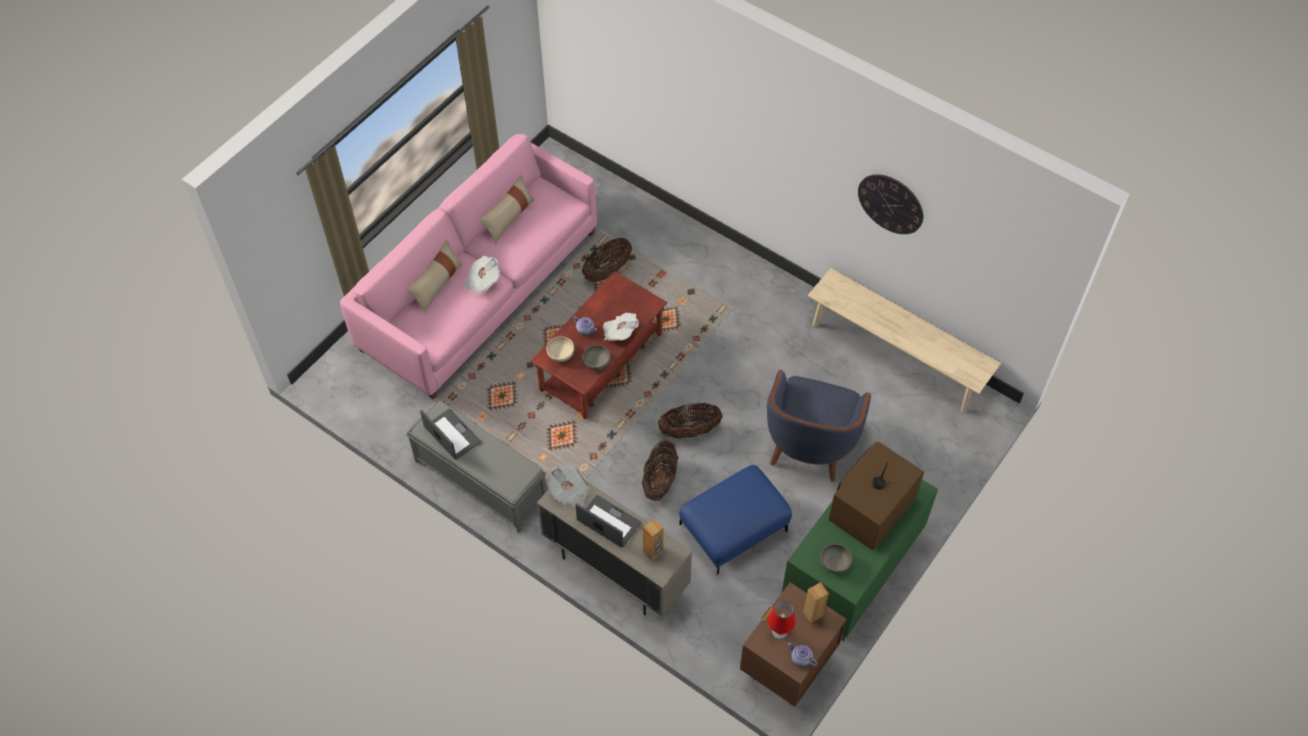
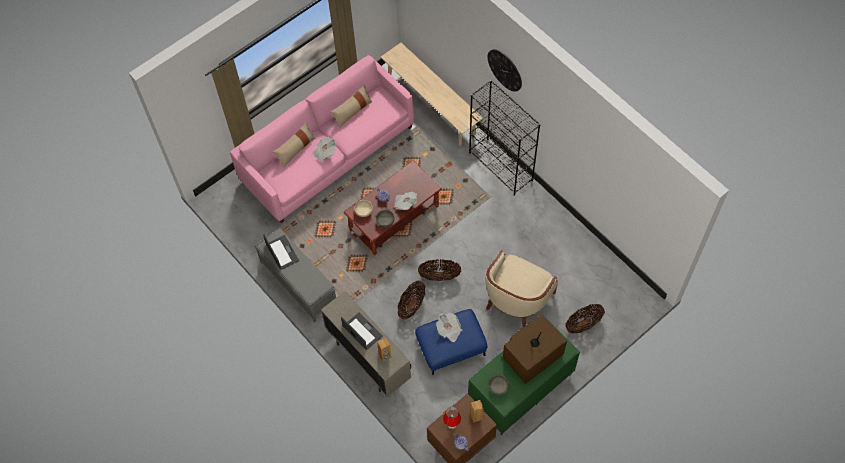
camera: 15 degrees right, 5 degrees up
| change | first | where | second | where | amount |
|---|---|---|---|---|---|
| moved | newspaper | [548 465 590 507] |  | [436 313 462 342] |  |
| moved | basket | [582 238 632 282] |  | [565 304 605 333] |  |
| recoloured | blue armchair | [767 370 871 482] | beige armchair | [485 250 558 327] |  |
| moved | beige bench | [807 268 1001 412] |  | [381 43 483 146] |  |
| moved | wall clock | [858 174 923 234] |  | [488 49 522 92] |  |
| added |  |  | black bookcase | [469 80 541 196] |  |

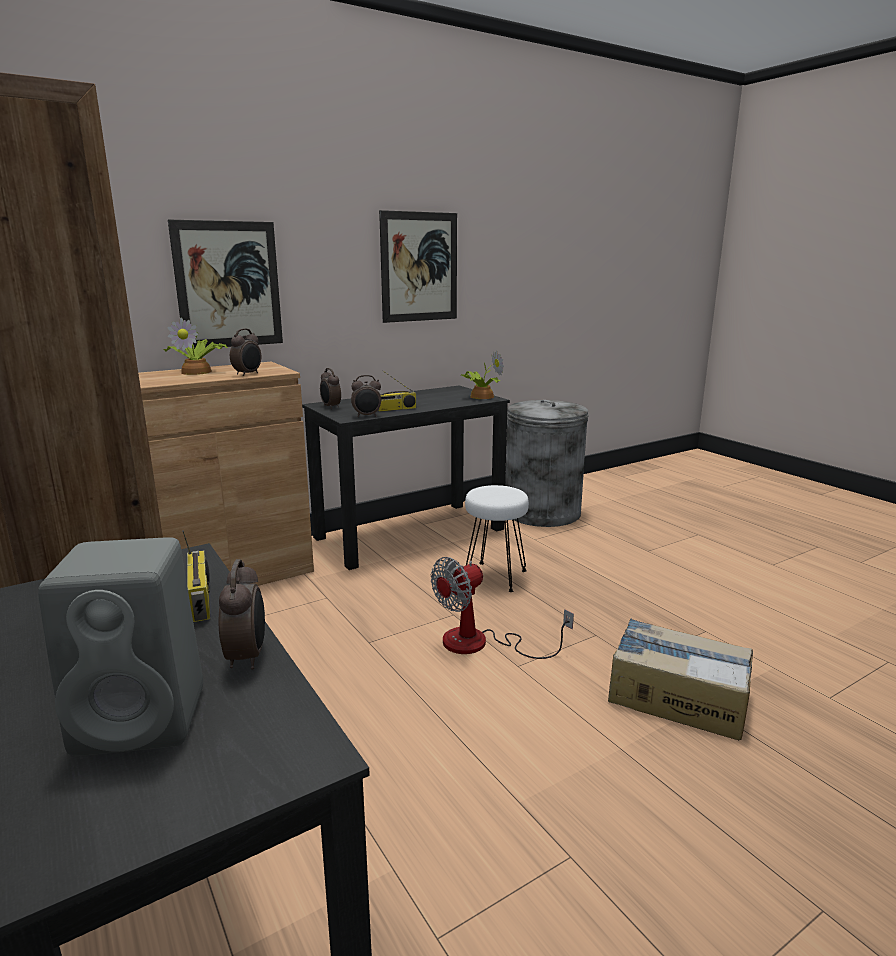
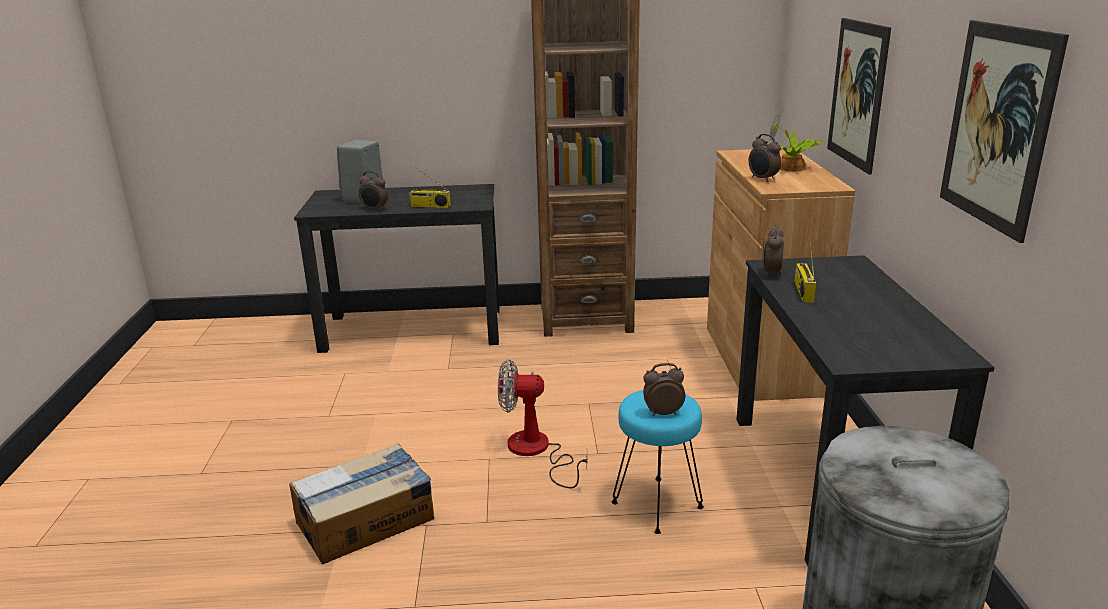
camera: 120 degrees right, 5 degrees up
| change | first | where | second | where | amount |
|---|---|---|---|---|---|
| moved | alarm clock | [320 368 341 409] |  | [643 363 685 416] |  |
| turned | fan | [431 557 574 659] |  | [498 360 587 488] | 75 degrees counterclockwise |
| removed | potted plant | [461 350 504 399] |  |  |  |
| recoloured | white stool | [465 485 529 592] | turquoise stool | [612 390 704 534] |  |

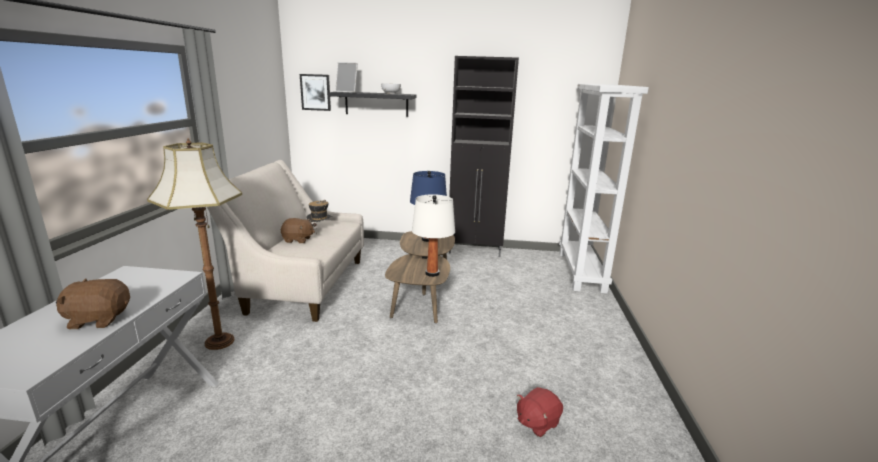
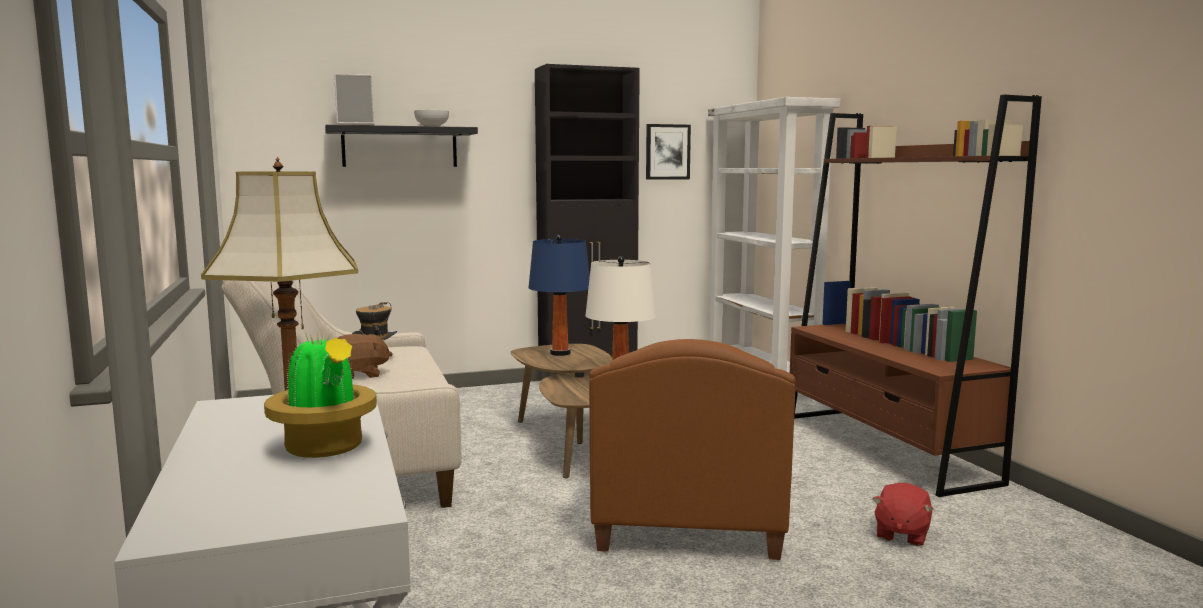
camera: 25 degrees left, 10 degrees down
| change | first | where | second | where | amount |
|---|---|---|---|---|---|
| replaced | brown plush toy | [56 279 130 329] | potted plant | [264 327 377 458] |  |
| moved | picture | [300 74 331 111] |  | [646 124 691 180] |  |
| added |  |  | brown armchair | [589 339 796 560] |  |
| added |  |  | brown bookcase | [790 94 1042 497] |  |

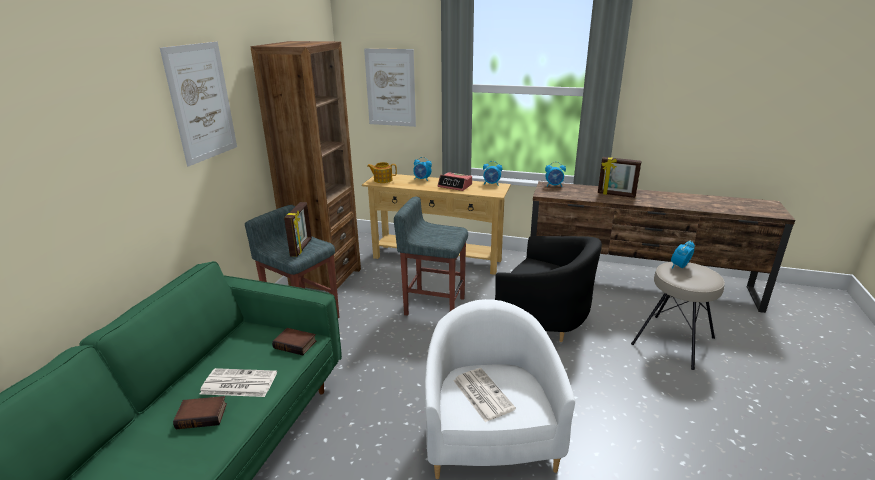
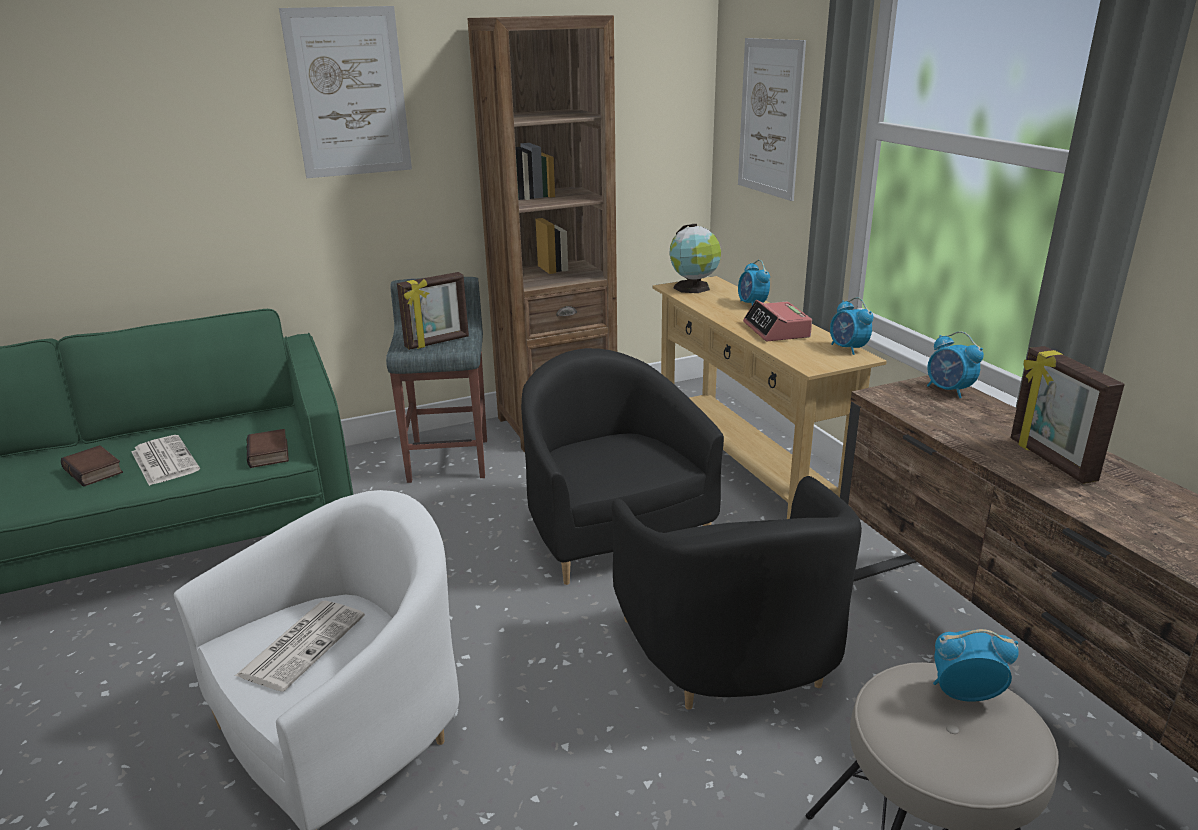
camera: 50 degrees right, 0 degrees up
| change | first | where | second | where | amount |
|---|---|---|---|---|---|
| replaced | teapot | [367 162 397 183] | globe | [669 224 721 293] |  |
| replaced | grey stool | [394 197 468 316] | black armchair | [521 348 724 585] |  |

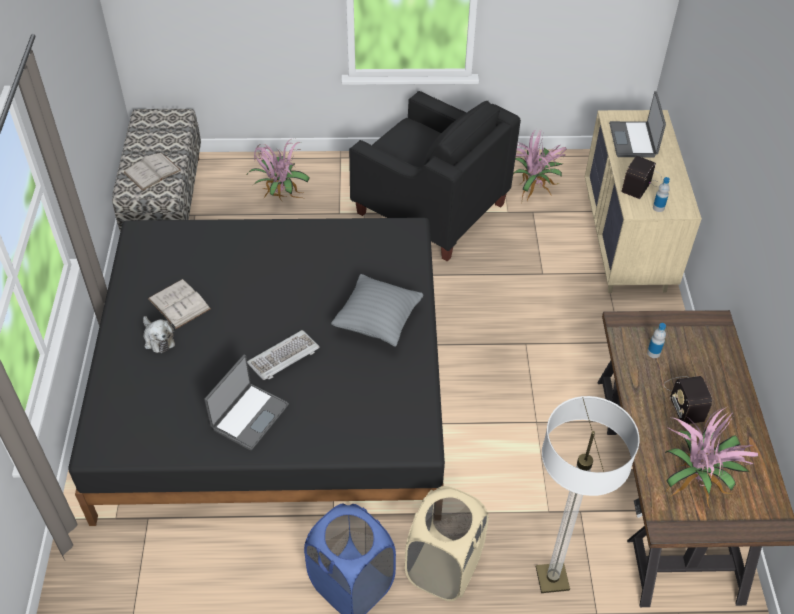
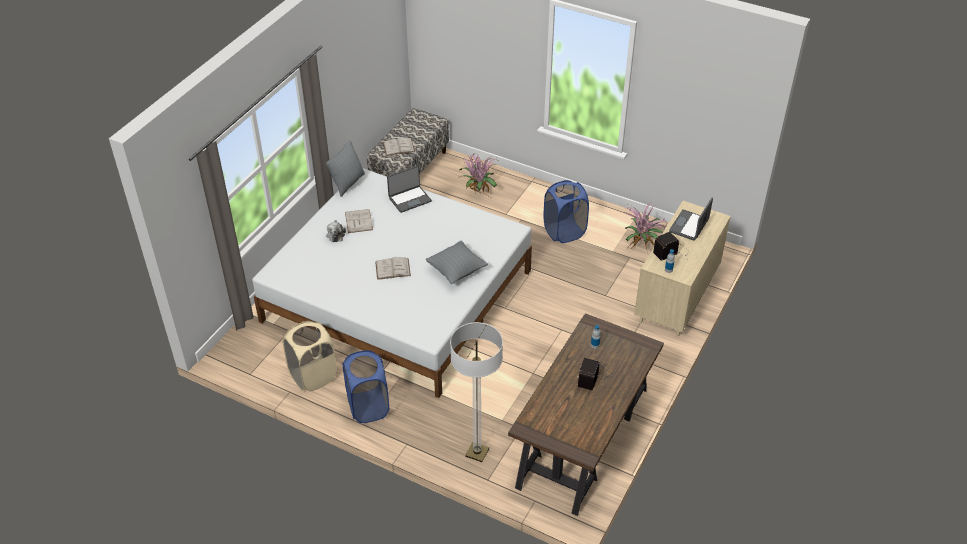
camera: 30 degrees right, 5 degrees down
| change | first | where | second | where | amount |
|---|---|---|---|---|---|
| recoloured | black bed | [68 218 445 526] | white bed | [252 168 532 398] |  |
| moved | laptop | [204 355 289 450] |  | [387 166 432 213] |  |
| replaced | keyboard | [247 330 320 380] | white book | [375 257 411 280] |  |
| replaced | black armchair | [349 91 521 262] | blue laundry basket | [543 180 589 243] |  |
| moved | beige laundry basket | [405 486 489 601] |  | [283 321 337 391] |  |
| removed | potted plant | [665 407 758 510] |  |  |  |
| added |  |  | grey pillow | [326 140 365 197] |  |

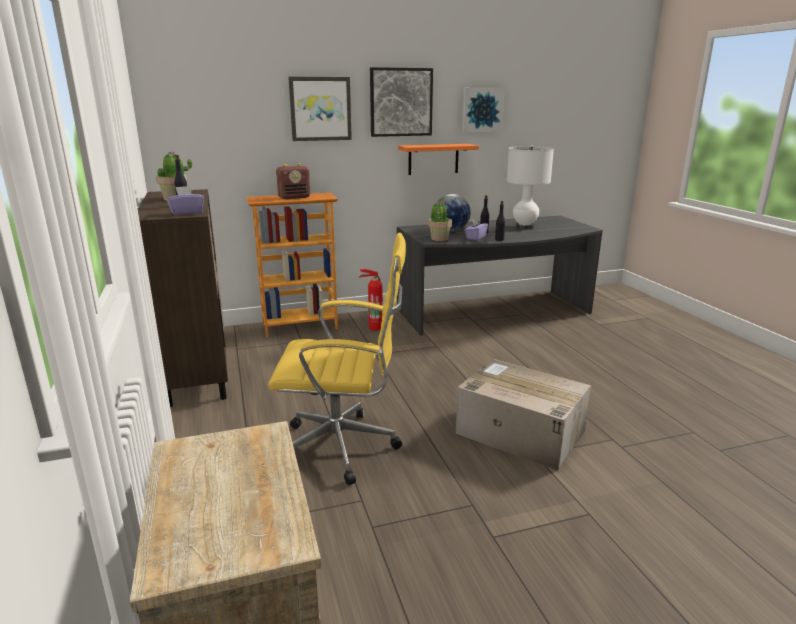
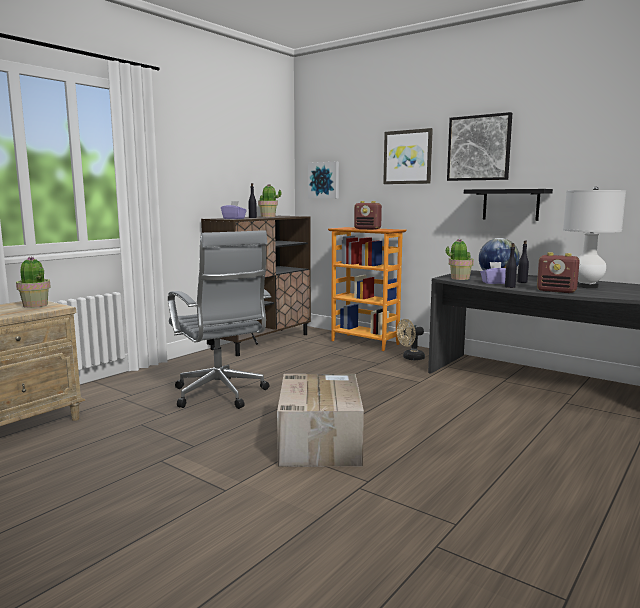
camera: 55 degrees right, 10 degrees down
| change | first | where | second | where | amount |
|---|---|---|---|---|---|
| recoloured | yellow office chair | [268 233 406 485] | grey office chair | [168 230 271 409] |  |
| replaced | fire extinguisher | [359 269 383 331] | beige fan | [397 319 425 360] |  |
| recoloured | orange shelf | [398 144 479 175] | black shelf | [464 189 553 221] |  |
| moved | picture | [462 87 505 133] |  | [308 162 339 199] |  |
| added |  |  | potted plant | [16 256 51 308] |  |
| added |  |  | radio | [537 252 580 293] |  |

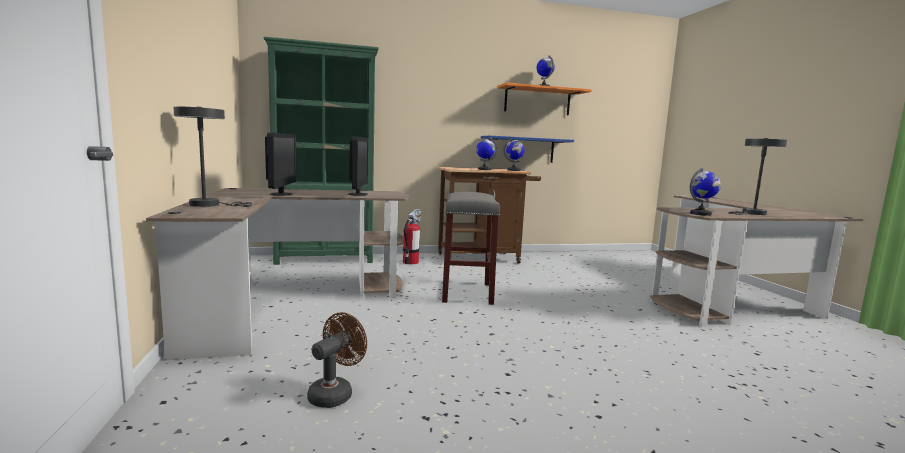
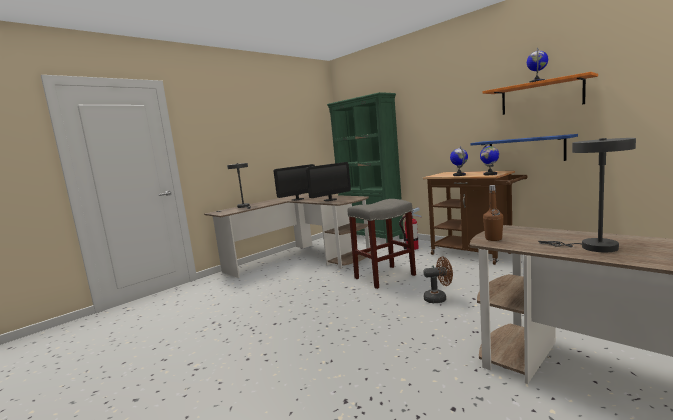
camera: 60 degrees right, 0 degrees up
| change | first | where | second | where | amount |
|---|---|---|---|---|---|
| moved | brown fan | [307 312 367 408] |  | [423 257 453 303] |  |
| replaced | globe | [690 168 721 216] | brown bottle | [483 185 504 241] |  |

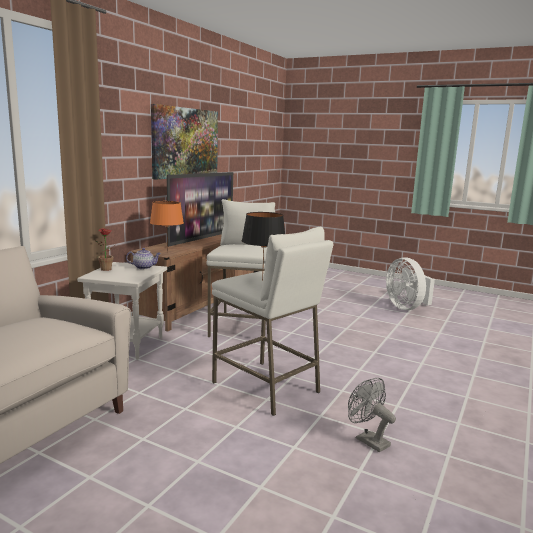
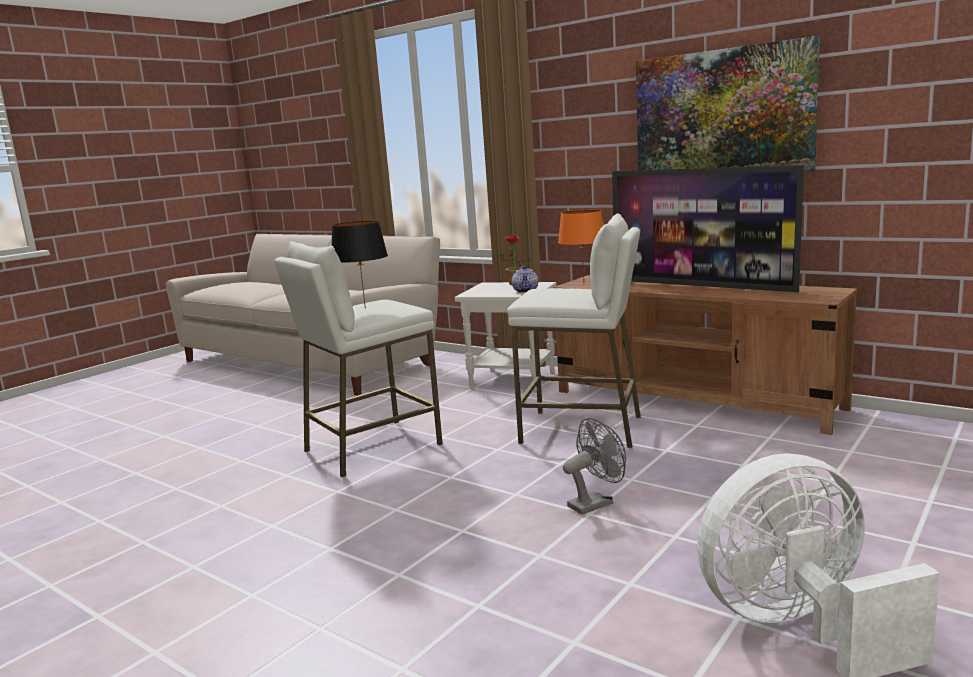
camera: 100 degrees right, 0 degrees up
| change | first | where | second | where | amount |
|---|---|---|---|---|---|
| moved | grey fan | [348 378 396 452] |  | [563 418 626 515] |  |

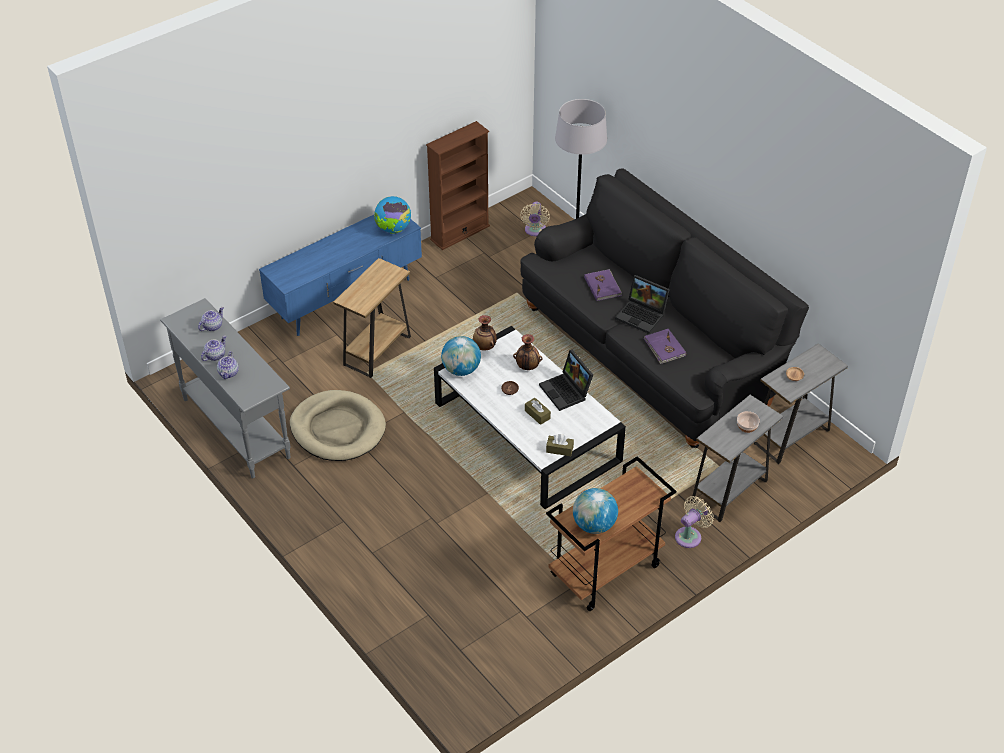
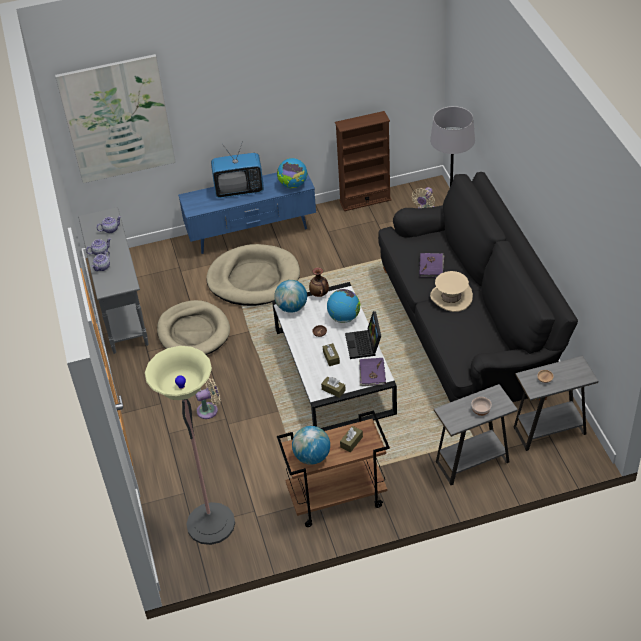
camera: 25 degrees right, 0 degrees up
| change | first | where | second | where | amount |
|---|---|---|---|---|---|
| replaced | brown side table | [333 258 411 378] | beige dog bed | [206 244 300 306] |  |
| replaced | vase | [513 334 542 370] | globe | [327 289 360 323] |  |
| replaced | laptop | [615 275 670 334] | beige hat | [430 271 473 312] |  |
| moved | purple book | [644 329 687 364] |  | [359 358 386 386] |  |
| moved | beige fan | [675 496 714 548] |  | [196 378 221 419] |  |
| added |  |  | picture | [55 54 176 183] |  |
| added |  |  | floor lamp | [145 346 235 545] |  |
| added |  |  | television | [211 141 264 198] |  |
| added |  |  | brown tissue box | [340 426 363 452] |  |

